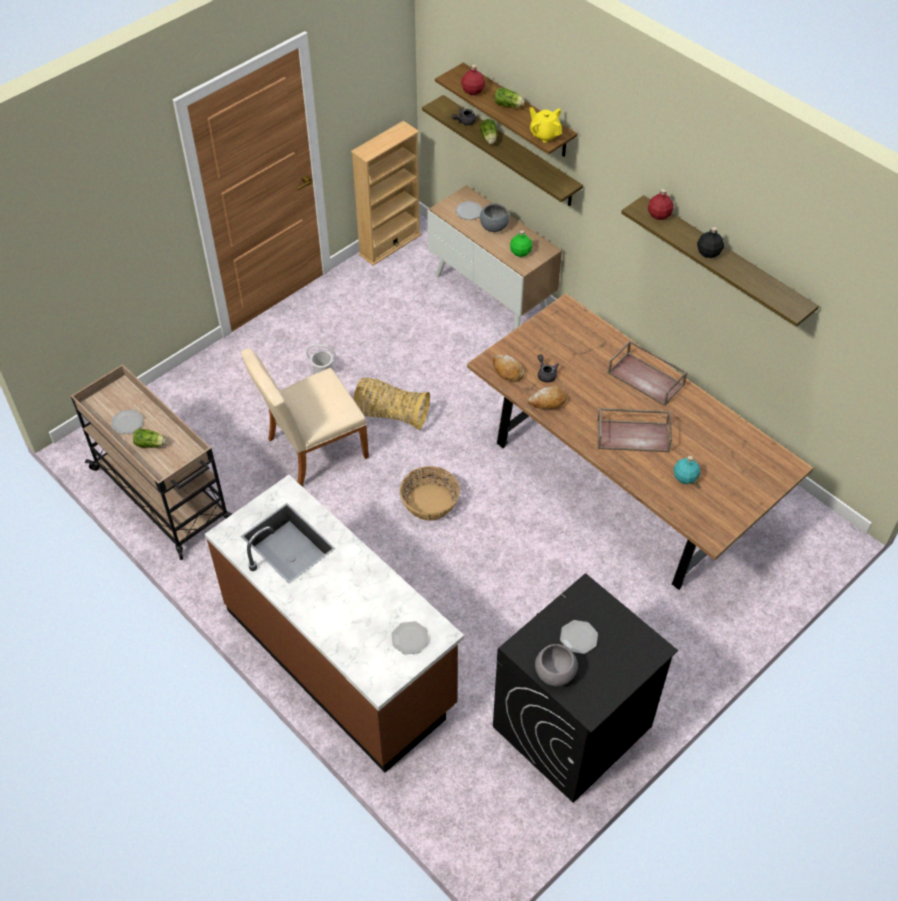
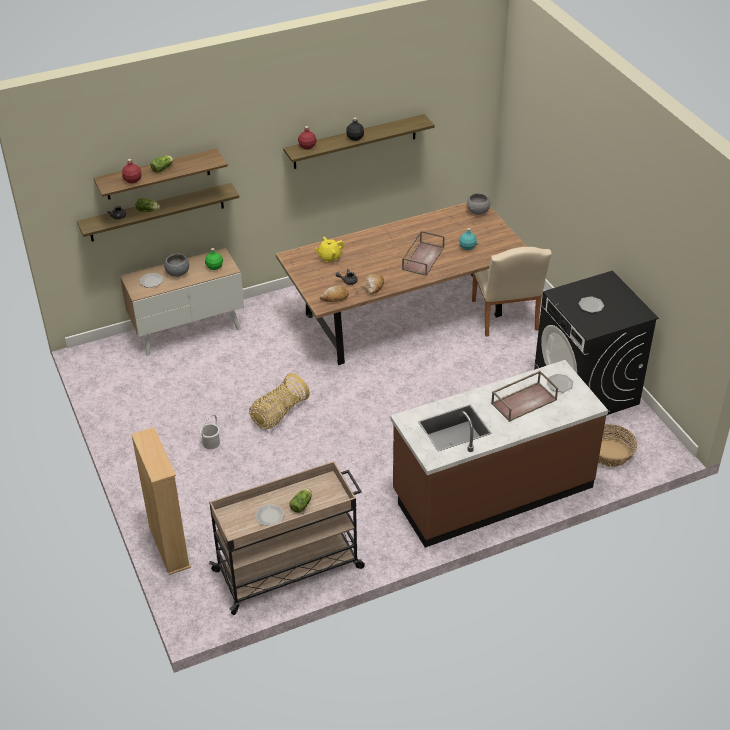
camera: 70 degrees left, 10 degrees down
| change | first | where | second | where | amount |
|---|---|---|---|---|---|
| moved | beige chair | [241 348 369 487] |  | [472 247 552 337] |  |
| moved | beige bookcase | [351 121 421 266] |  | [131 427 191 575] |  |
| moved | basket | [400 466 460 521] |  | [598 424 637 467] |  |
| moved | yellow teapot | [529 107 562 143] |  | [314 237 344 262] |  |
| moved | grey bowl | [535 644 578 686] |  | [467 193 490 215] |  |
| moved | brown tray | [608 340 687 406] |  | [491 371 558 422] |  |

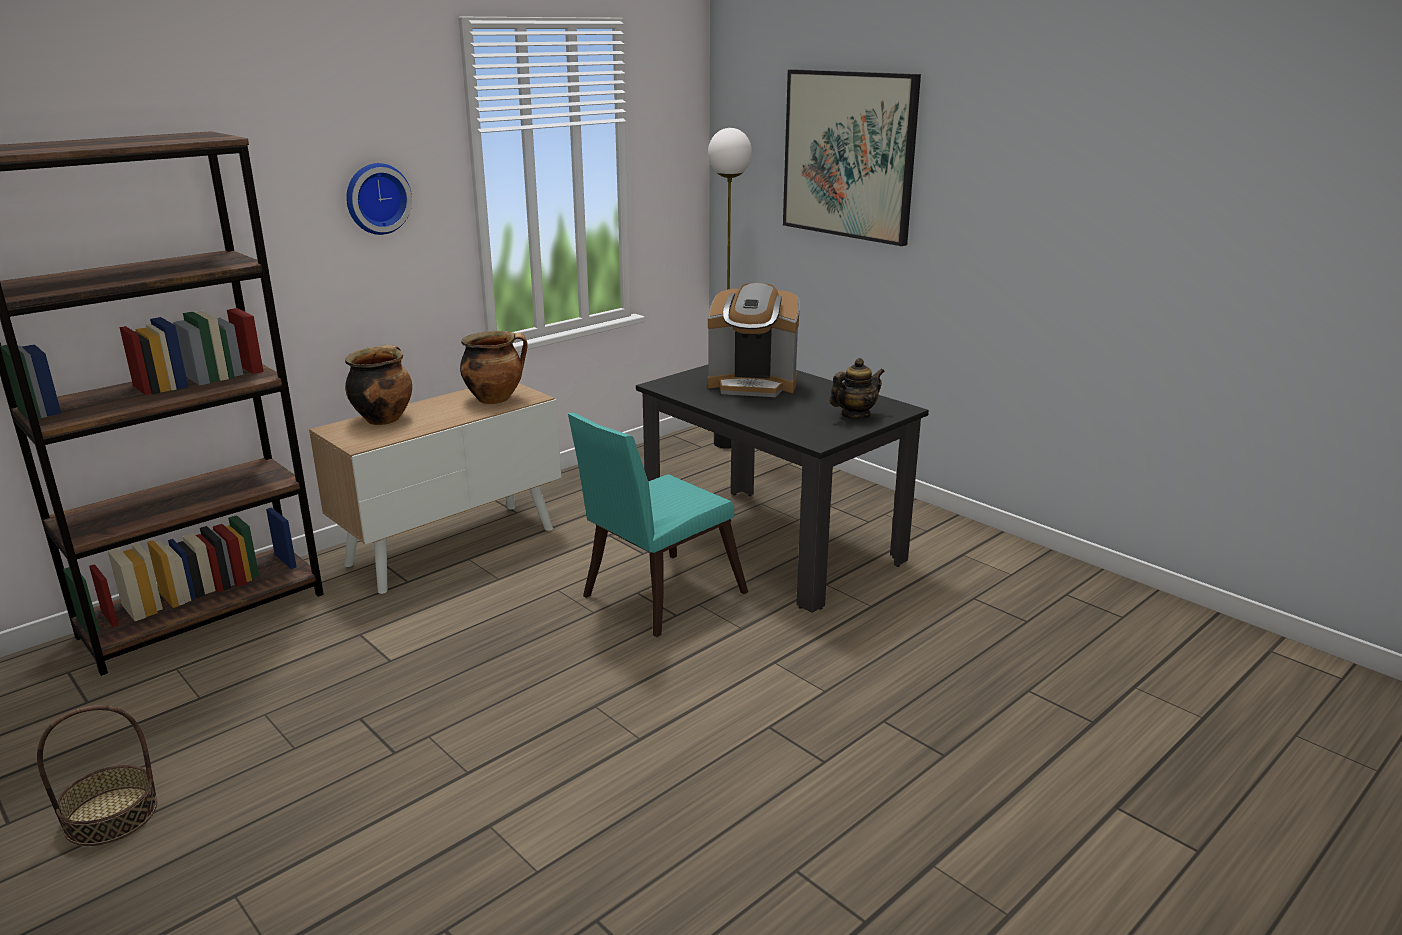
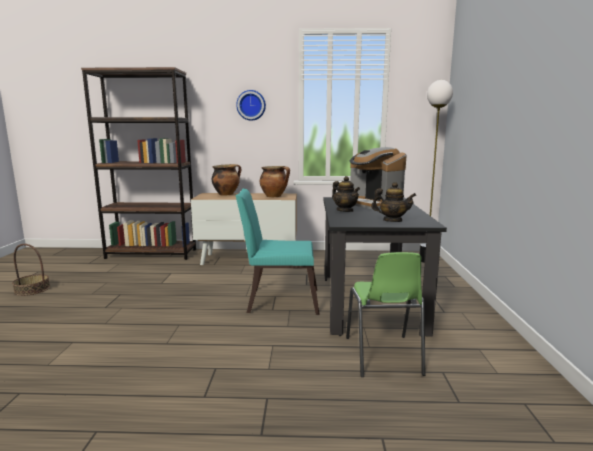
camera: 45 degrees right, 10 degrees down
| change | first | where | second | where | amount |
|---|---|---|---|---|---|
| removed | picture | [783 69 921 246] |  |  |  |
| added |  |  | teapot | [332 176 360 212] |  |
| added |  |  | green chair | [346 252 425 377] |  |

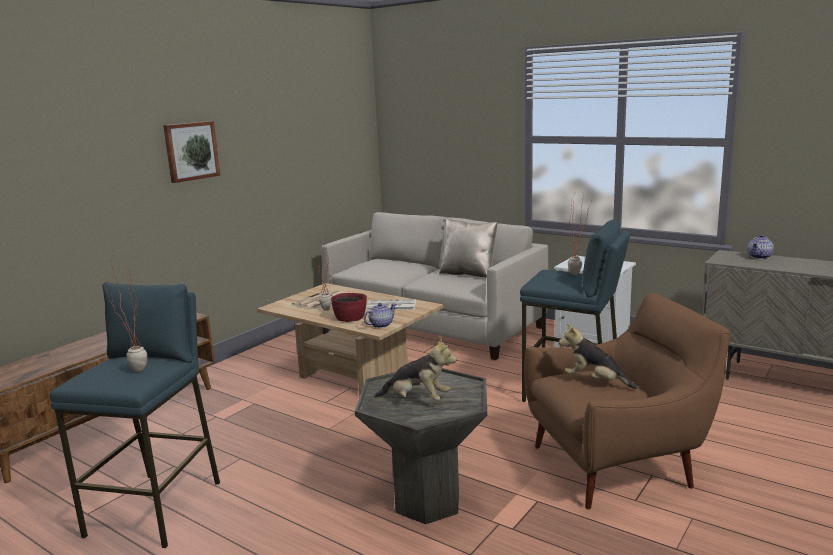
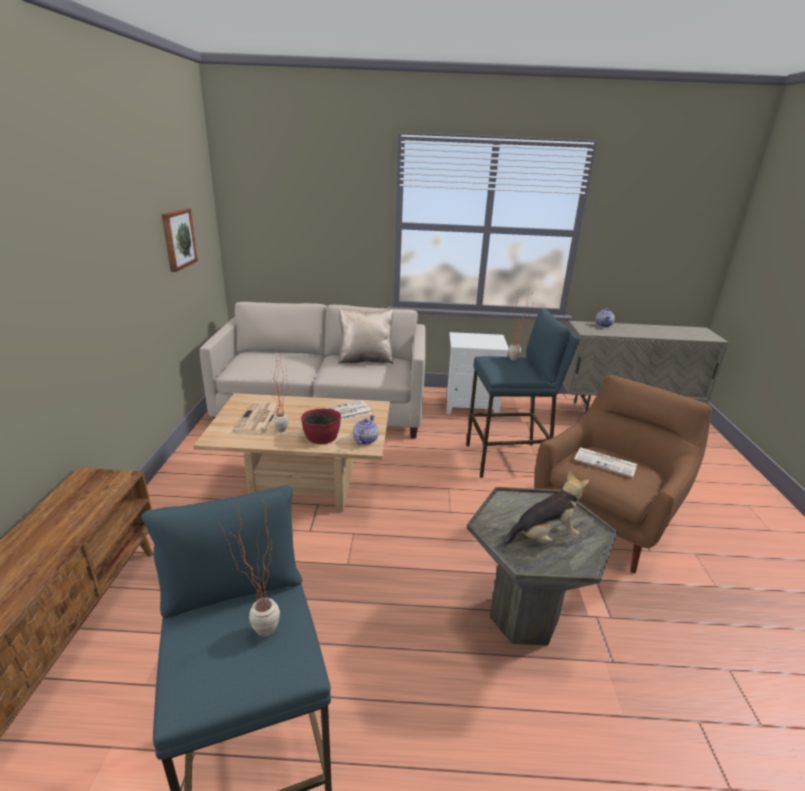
camera: 35 degrees left, 10 degrees up
| change | first | where | second | where | amount |
|---|---|---|---|---|---|
| moved | picture | [163 121 220 183] |  | [162 208 198 272] |  |
| replaced | plush toy | [559 324 637 389] | newspaper | [574 447 637 478] |  |

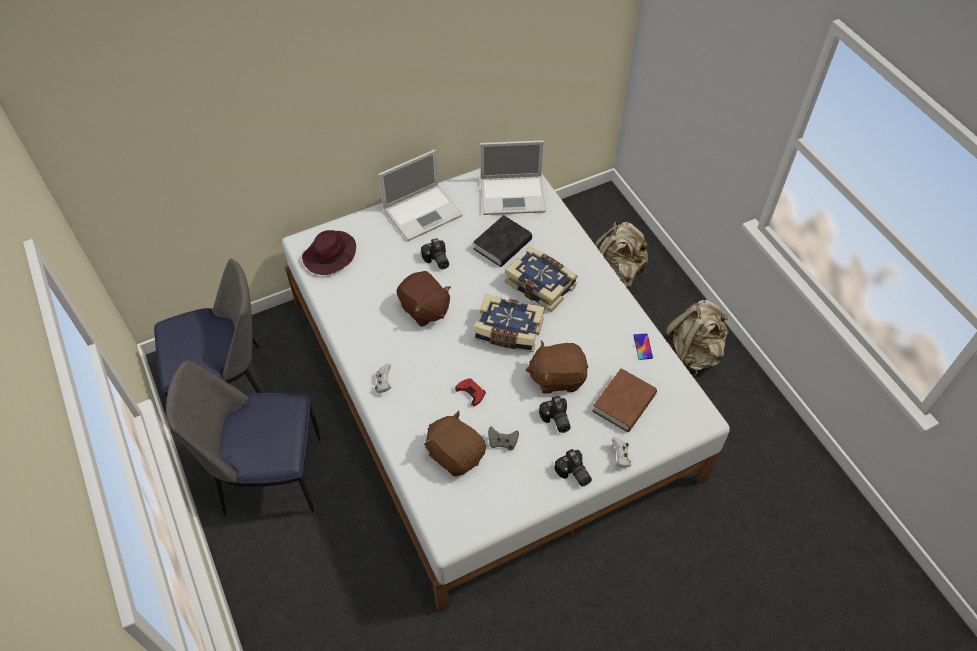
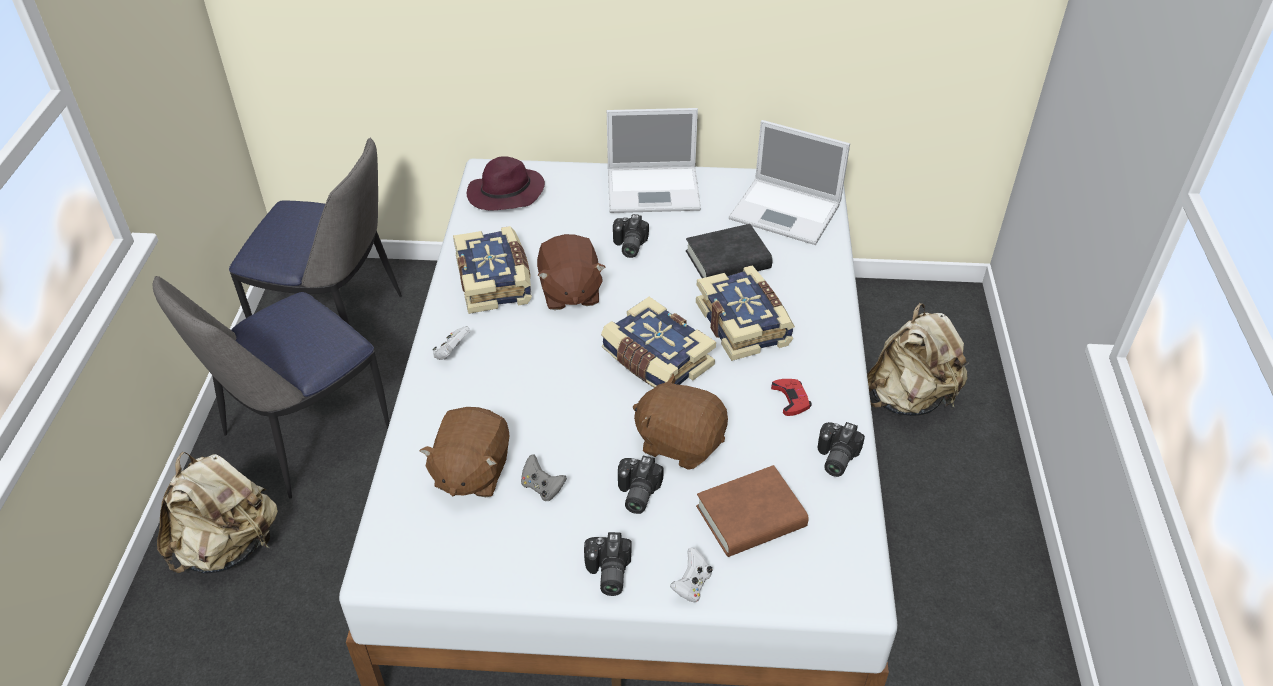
camera: 30 degrees right, 10 degrees down
| change | first | where | second | where | amount |
|---|---|---|---|---|---|
| turned | chair | [166 360 321 516] |  | [153 276 389 499] | 75 degrees counterclockwise |
| turned | brown plush toy | [424 411 486 477] |  | [419 407 509 497] | 150 degrees counterclockwise |
| moved | red game controller | [455 378 486 406] |  | [771 379 811 416] |  |
| replaced | phone | [633 334 653 360] | photo camera | [818 422 865 477] |  |
| moved | beige backpack | [665 300 728 377] |  | [157 452 278 574] |  |
| added |  |  | book | [453 226 532 314] |  |

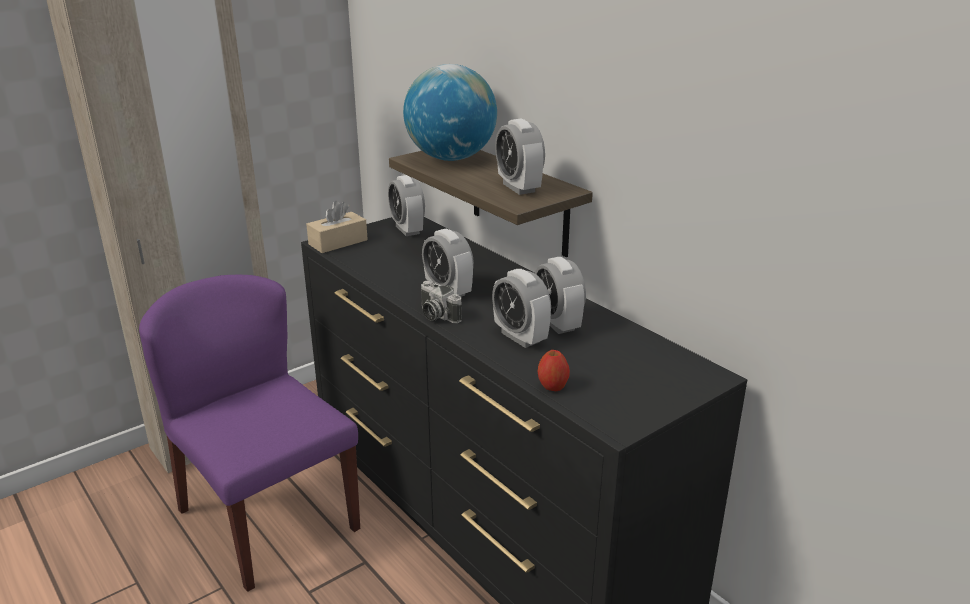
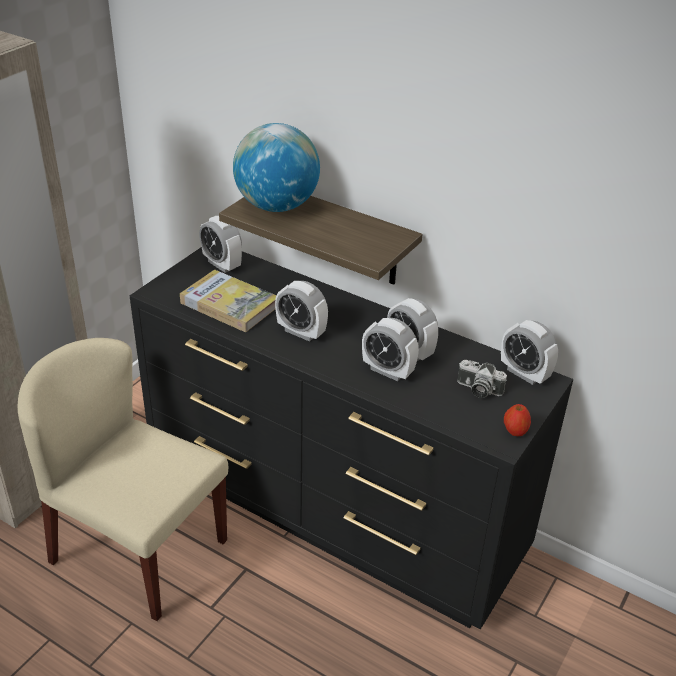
camera: 20 degrees left, 10 degrees up
| change | first | where | second | where | amount |
|---|---|---|---|---|---|
| recoloured | purple chair | [139 275 360 592] | beige chair | [18 338 228 621] |  |
| removed | beige tissue box | [306 201 368 253] |  |  |  |
| moved | photo camera | [421 281 462 323] |  | [457 360 507 398] |  |
| moved | alarm clock | [495 118 545 195] |  | [501 320 558 385] |  |
| moved | apple | [538 350 570 391] |  | [504 404 531 436] |  |
| added |  |  | book | [180 270 276 332] |  |

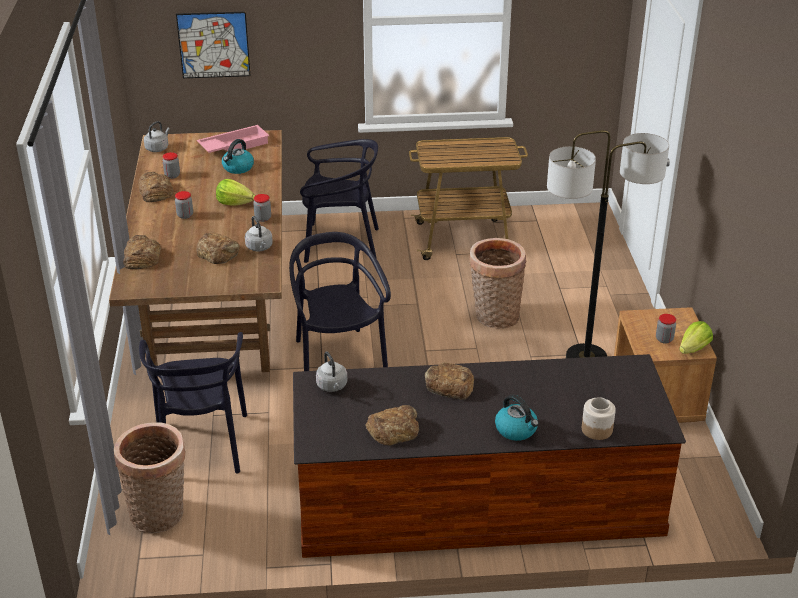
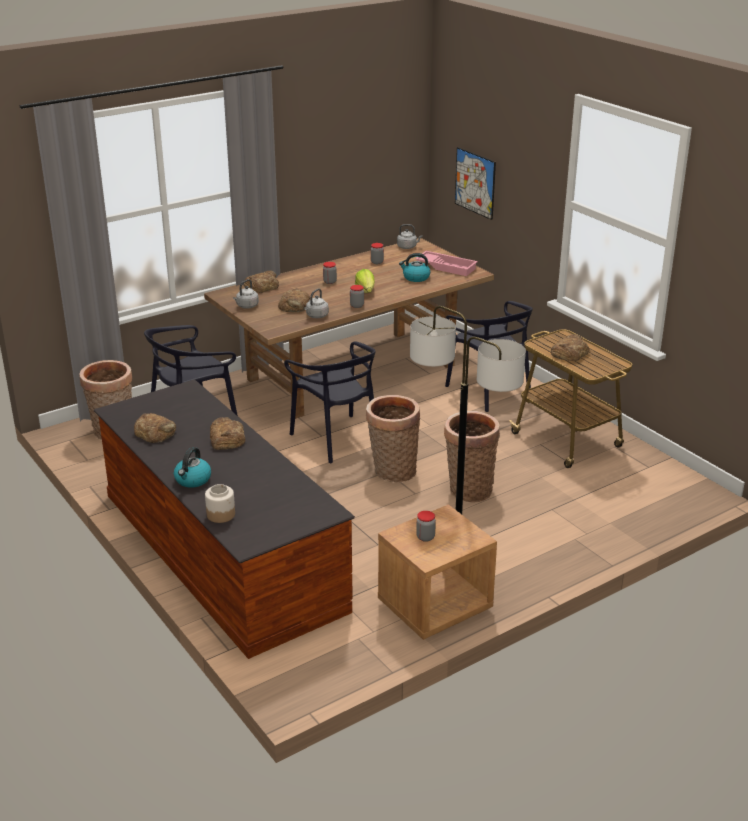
camera: 60 degrees right, 5 degrees down
| change | first | where | second | where | amount |
|---|---|---|---|---|---|
| moved | bread | [138 172 174 202] |  | [551 334 589 361] |  |
| turned | black chair | [289 232 391 371] |  | [284 341 376 463] | 105 degrees clockwise |
| moved | grey kettle | [316 351 347 392] |  | [233 279 259 308] |  |
| removed | lettuce | [679 321 713 354] |  |  |  |
| added |  |  | basket | [366 395 420 482] |  |

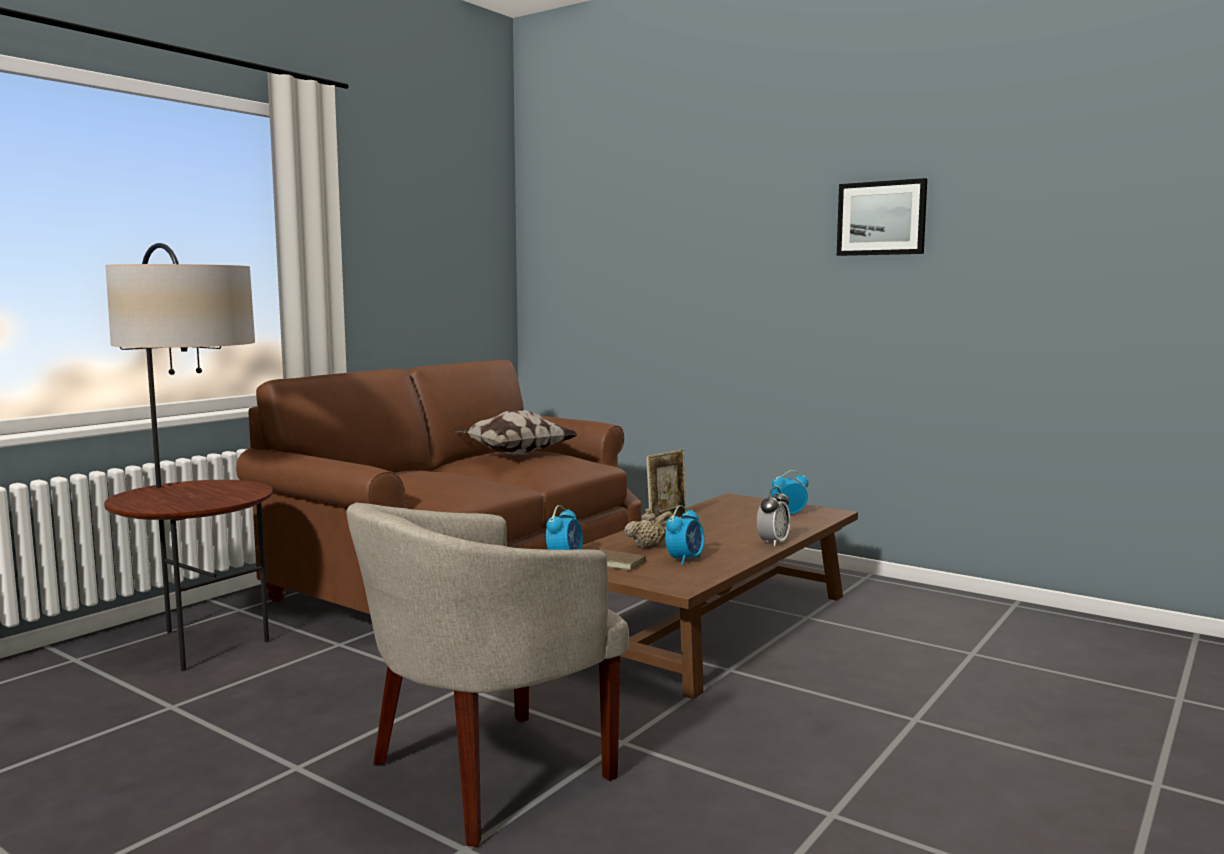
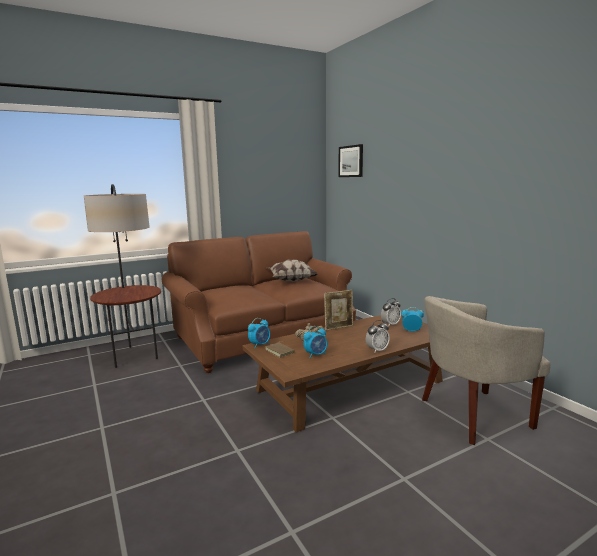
camera: 25 degrees right, 5 degrees up
| change | first | where | second | where | amount |
|---|---|---|---|---|---|
| moved | beige armchair | [347 503 629 847] |  | [422 296 551 445] |  |
| moved | picture | [837 178 927 256] |  | [339 144 363 177] |  |
| added |  |  | alarm clock | [381 298 401 327] |  |

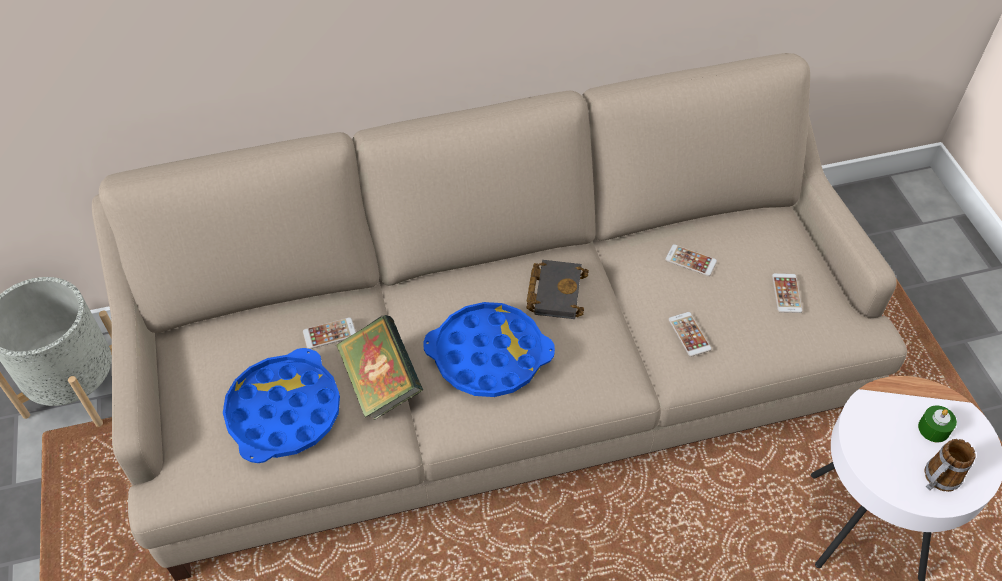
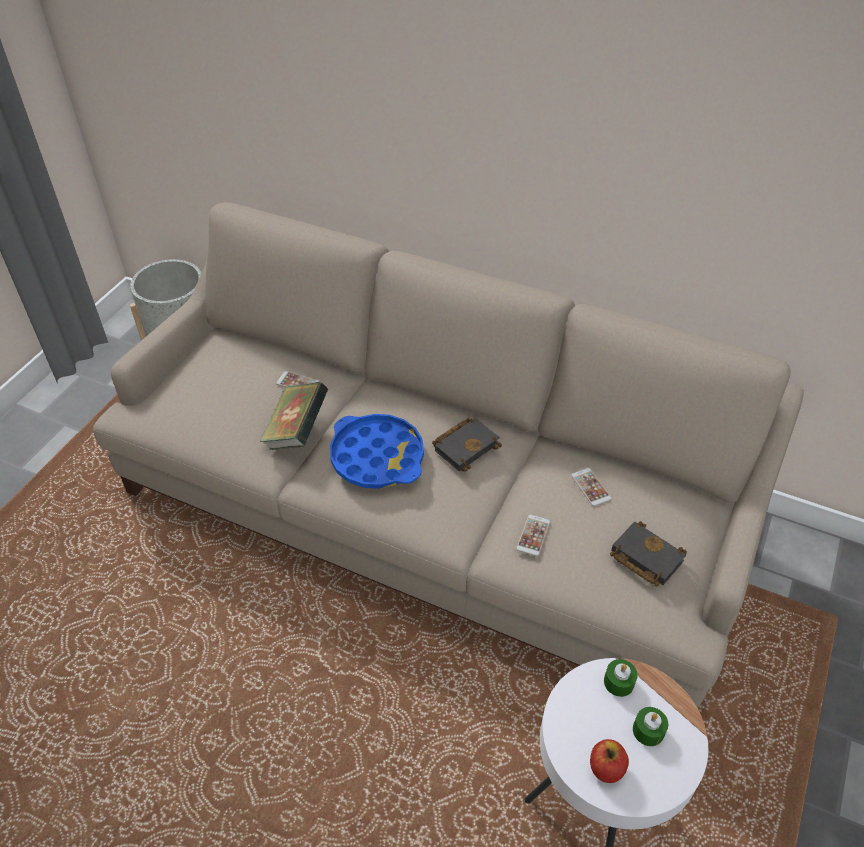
camera: 40 degrees right, 5 degrees down
| change | first | where | second | where | amount |
|---|---|---|---|---|---|
| removed | blue tray | [223 348 340 463] |  |  |  |
| replaced | phone | [772 273 802 313] | black book | [610 521 687 587] |  |
| replaced | mug | [925 439 976 492] | apple | [590 739 629 783] |  |
| added |  |  | green candle | [604 659 638 697] |  |

